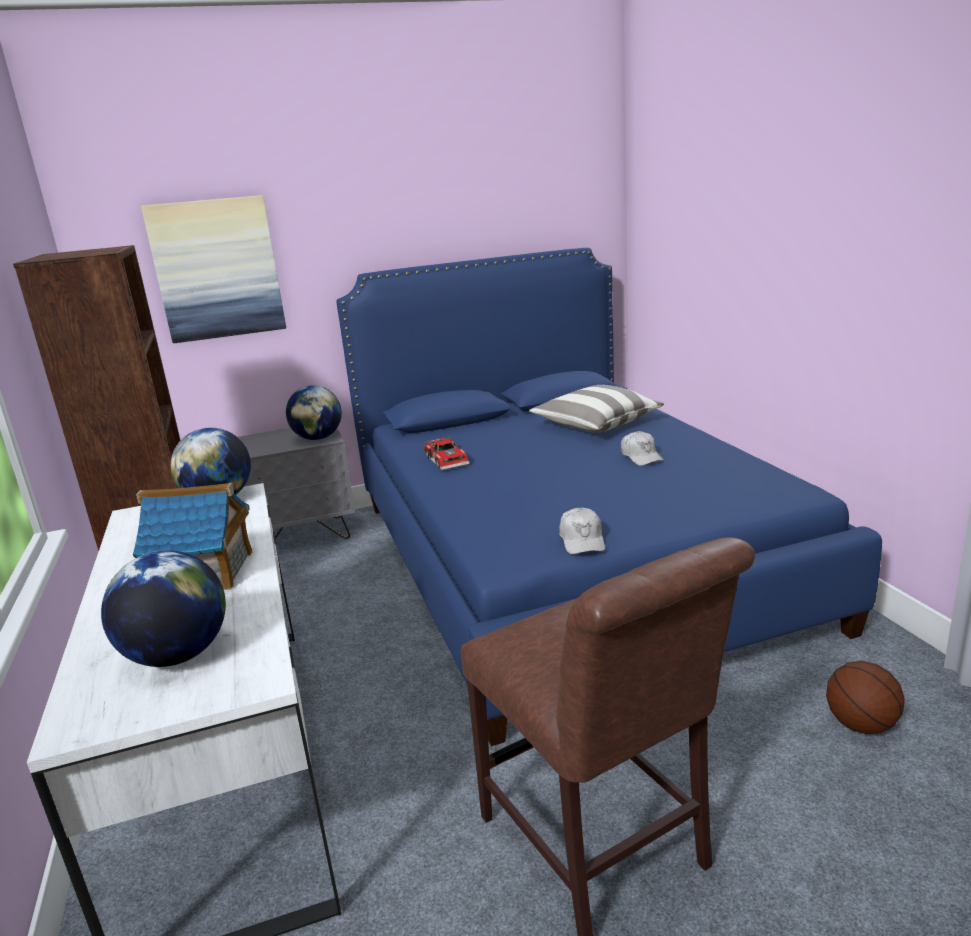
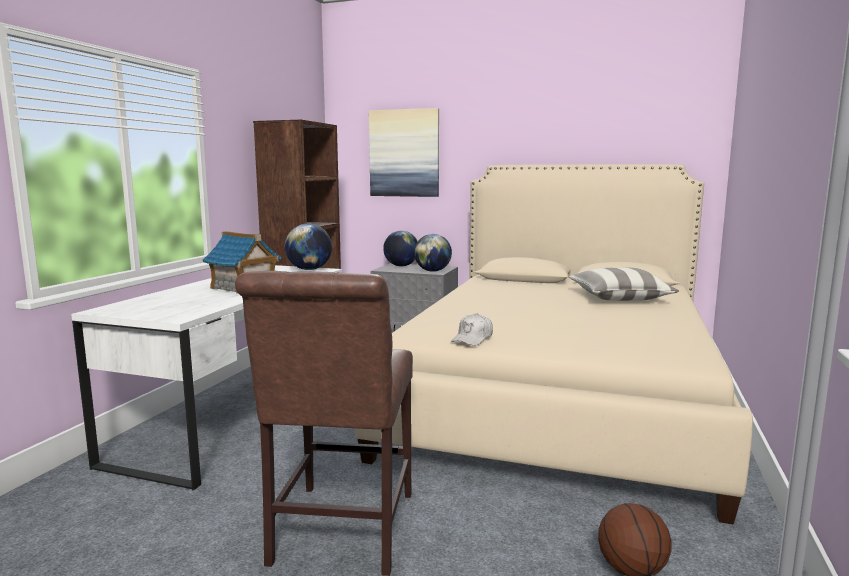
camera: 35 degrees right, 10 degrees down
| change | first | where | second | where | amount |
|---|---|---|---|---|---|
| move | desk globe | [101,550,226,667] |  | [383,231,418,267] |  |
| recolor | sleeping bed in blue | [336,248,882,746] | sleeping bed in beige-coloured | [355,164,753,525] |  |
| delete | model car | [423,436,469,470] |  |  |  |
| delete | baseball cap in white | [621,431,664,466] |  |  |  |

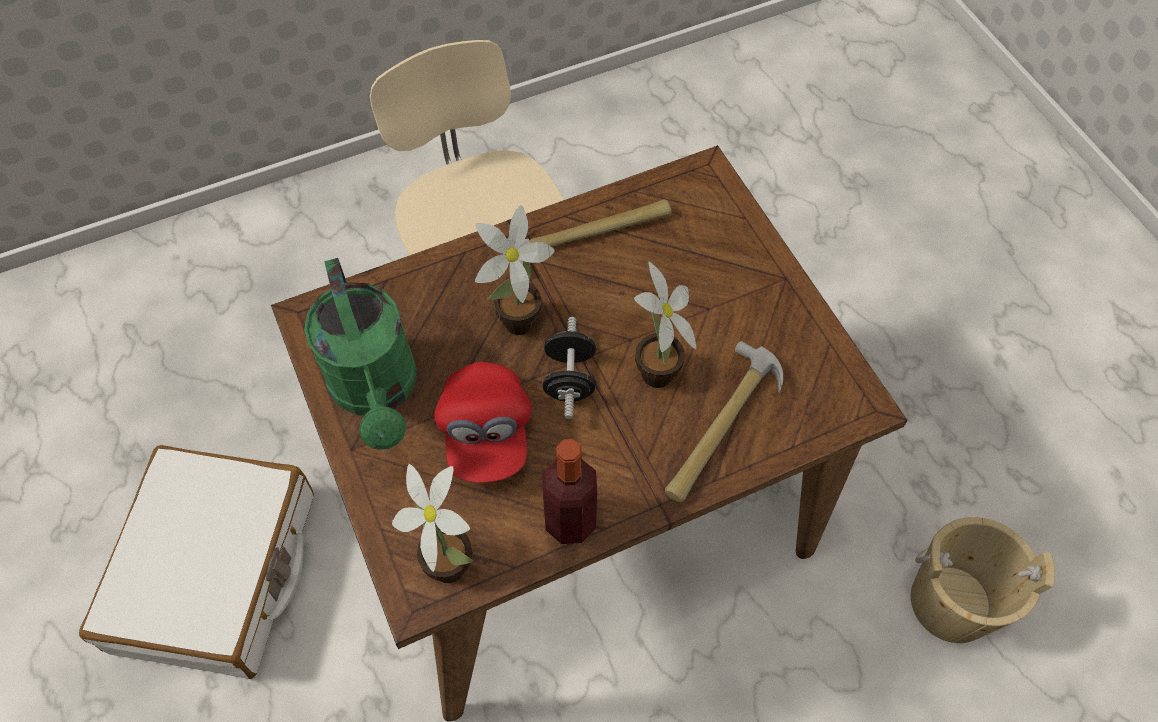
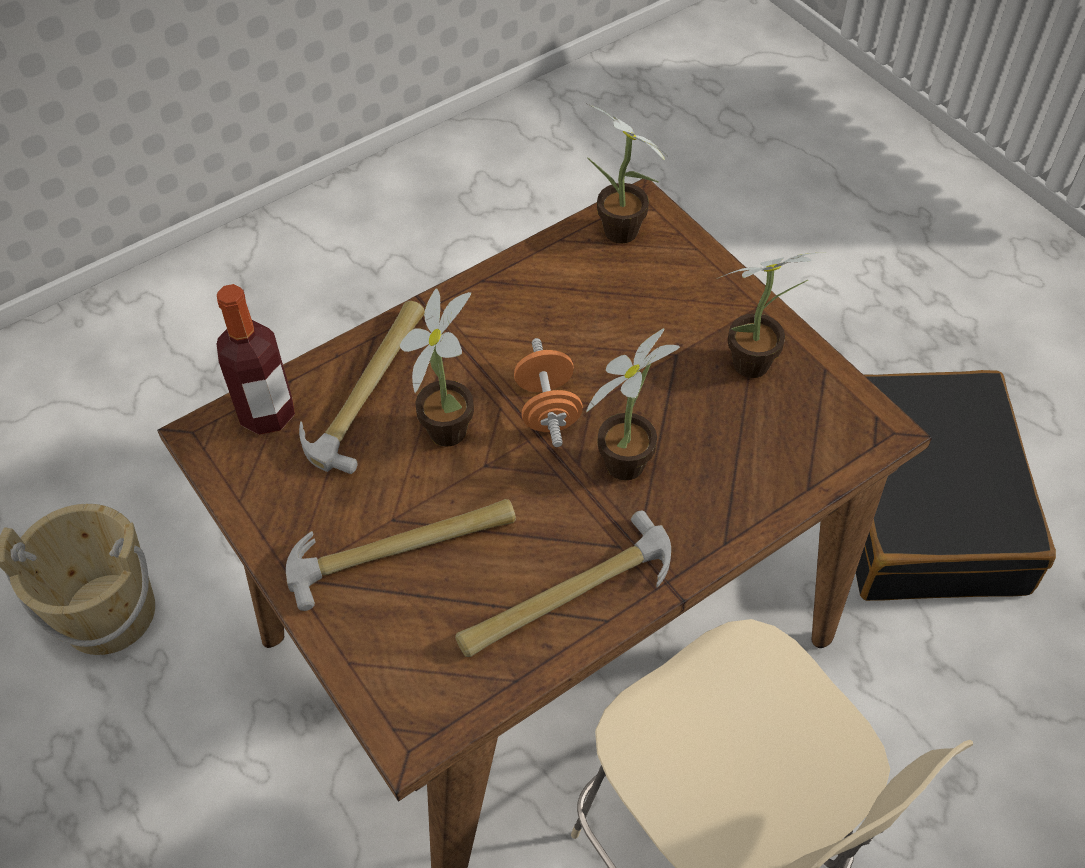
camera: 170 degrees right, 5 degrees down
| change | first | where | second | where | amount |
|---|---|---|---|---|---|
| recolor | travel case in white | [79,445,314,679] | travel case in black | [856,370,1056,601] |  |
| replace | watering pot in greenish | [304,258,417,450] | potted plant | [717,252,827,378] |  |
| delete | baseball cap in red | [434,362,531,483] |  |  |  |
| recolor | free weight in black | [542,317,596,419] | free weight in orange | [514,338,583,447] |  |
| move | beverage bottle | [542,439,597,544] |  | [217,284,295,435] |  |
| insert |  |  | hand hammer | [286,499,516,611] |  |

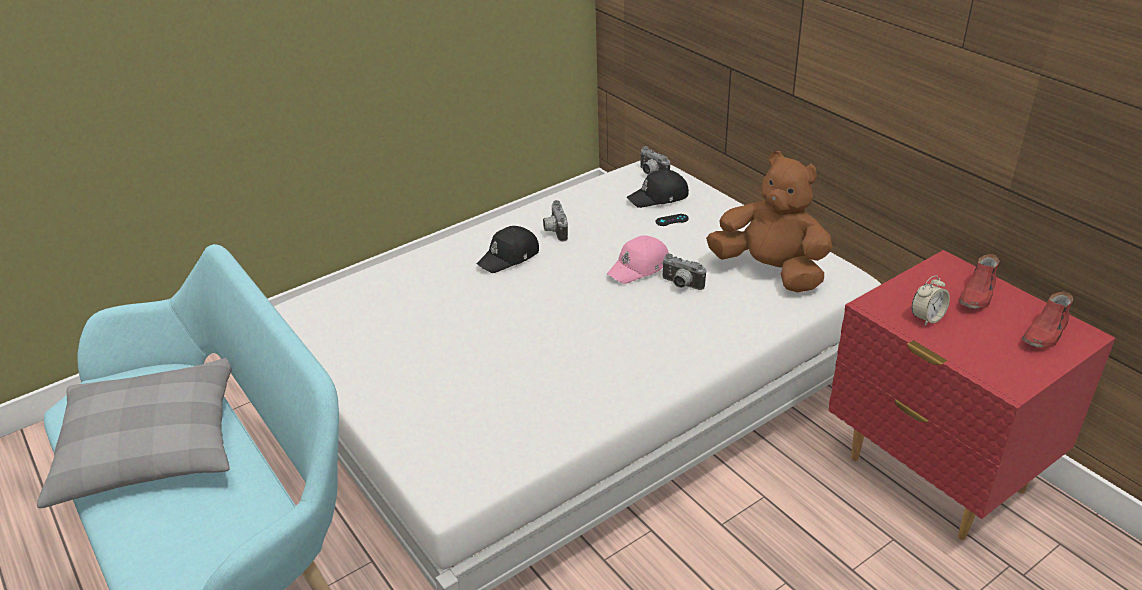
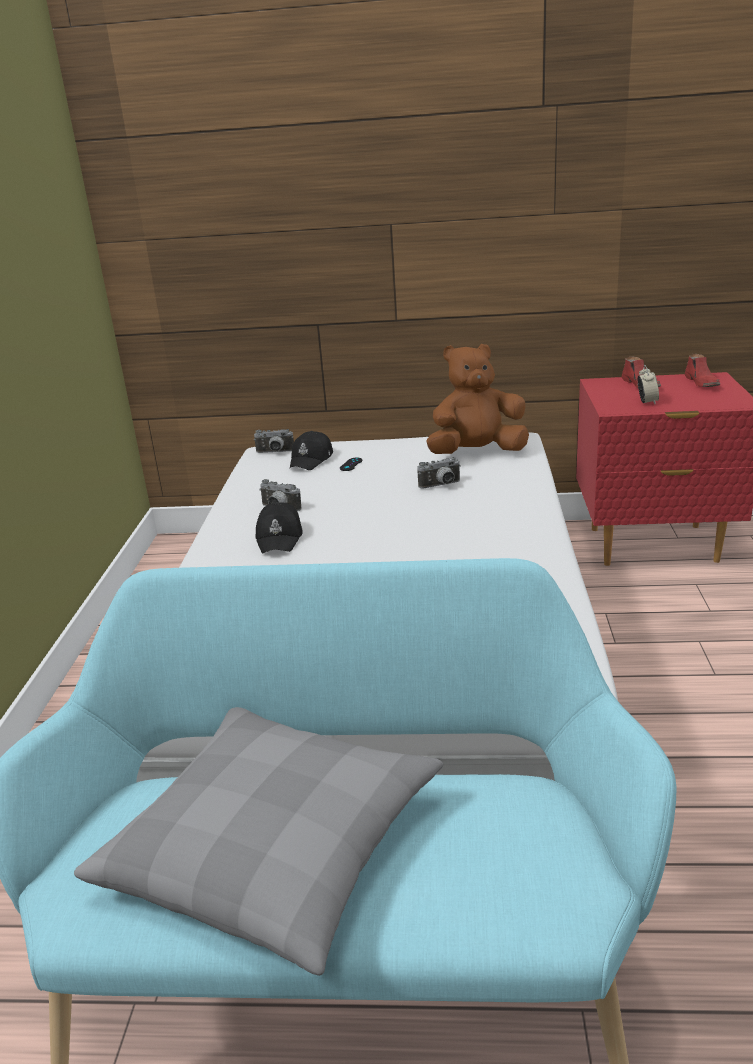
camera: 50 degrees left, 10 degrees down
| change | first | where | second | where | amount |
|---|---|---|---|---|---|
| delete | baseball cap in pink | [607,235,669,284] |  |  |  |

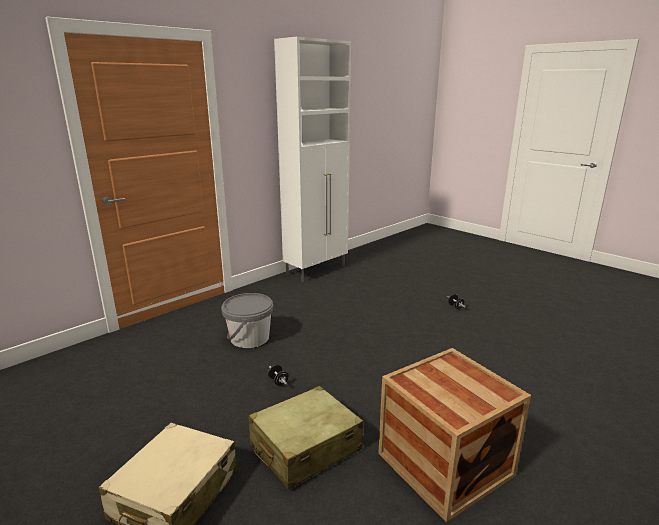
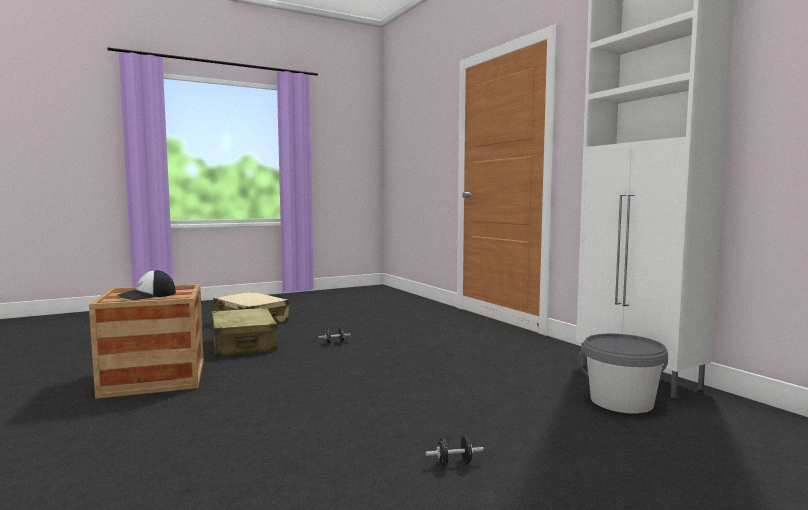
camera: 105 degrees right, 15 degrees down
| change | first | where | second | where | amount |
|---|---|---|---|---|---|
| move | bucket in greyish | [221,293,274,348] |  | [578,334,668,414] |  |
| insert |  |  | baseball cap | [117,270,176,300] |  |

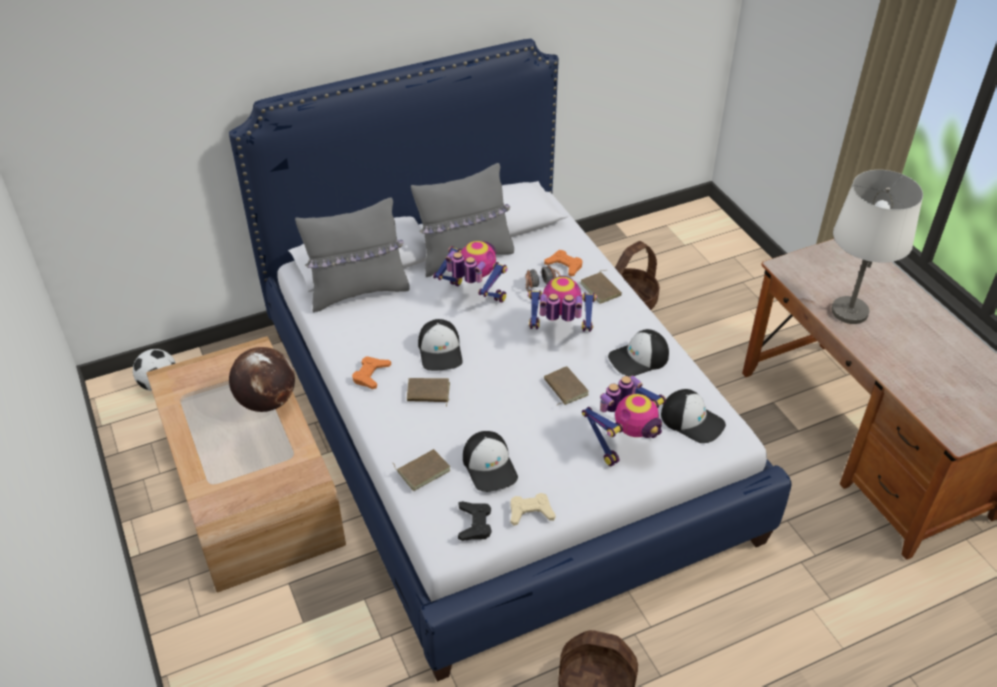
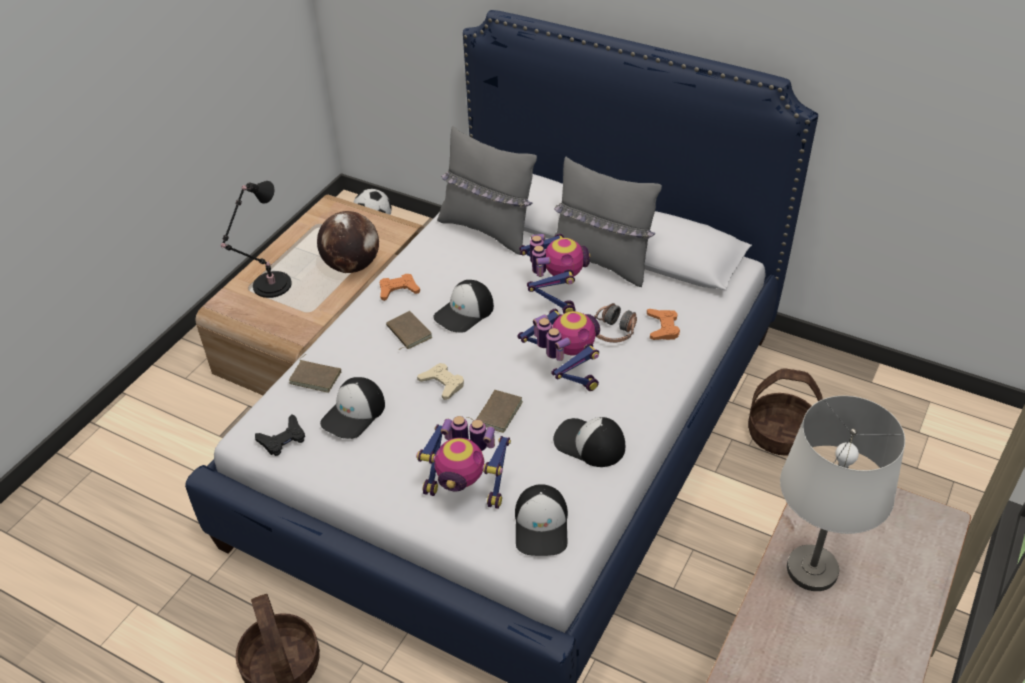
camera: 55 degrees right, 0 degrees up
| change | first | where | second | where | amount |
|---|---|---|---|---|---|
| move | gamepad in beige-coloured | [511,493,556,526] |  | [417,363,464,400] |  |
| delete | volume in brownish | [580,270,622,304] |  |  |  |
| insert |  |  | table lamp in black | [221,181,292,298] |  |

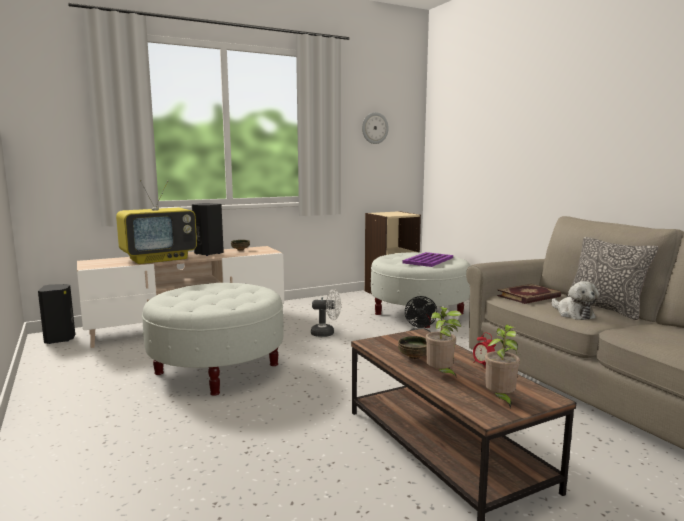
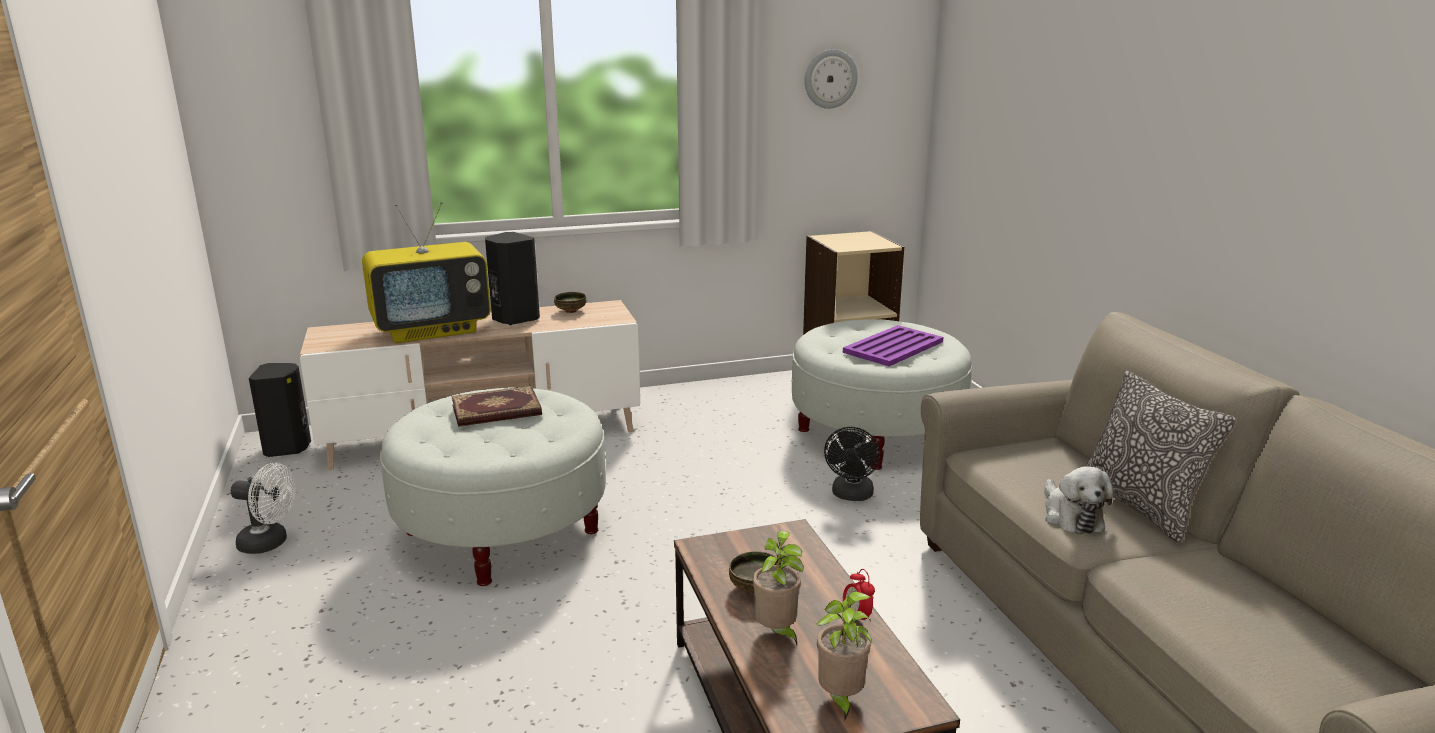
camera: 10 degrees right, 10 degrees up
| change | first | where | second | where | amount |
|---|---|---|---|---|---|
| move | cooling fan in white | [311,289,341,337] |  | [231,463,295,554] |  |
| move | volume | [497,284,561,304] |  | [452,386,542,427] |  |

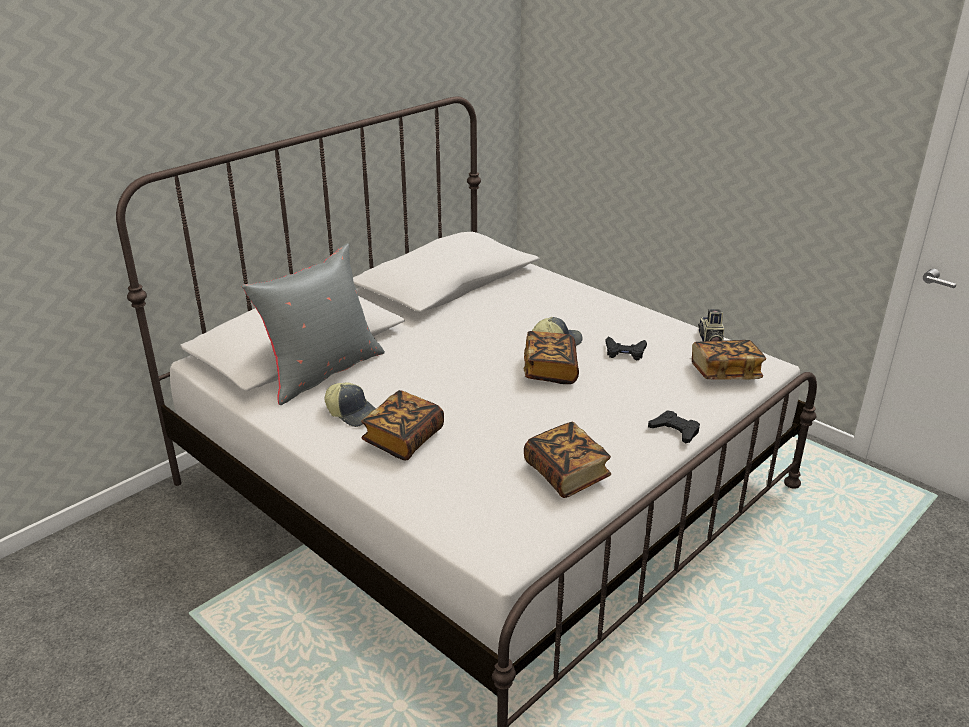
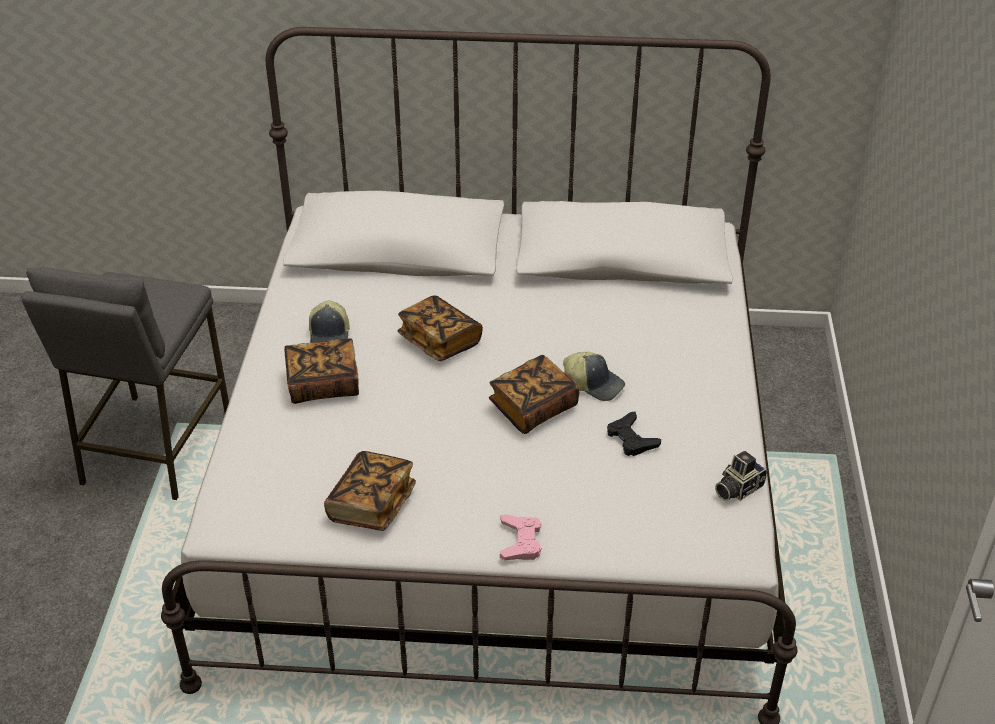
camera: 50 degrees right, 10 degrees up
| change | first | where | second | where | amount |
|---|---|---|---|---|---|
| delete | throw pillow in greyish | [242,243,385,405] |  |  |  |
| recolor | gamepad in black | [648,411,700,443] | gamepad in pink | [500,514,541,560] |  |
| move | volume | [692,340,766,380] |  | [398,295,483,361] |  |
| insert |  |  | stool seat in greyish | [22,268,229,500] |  |

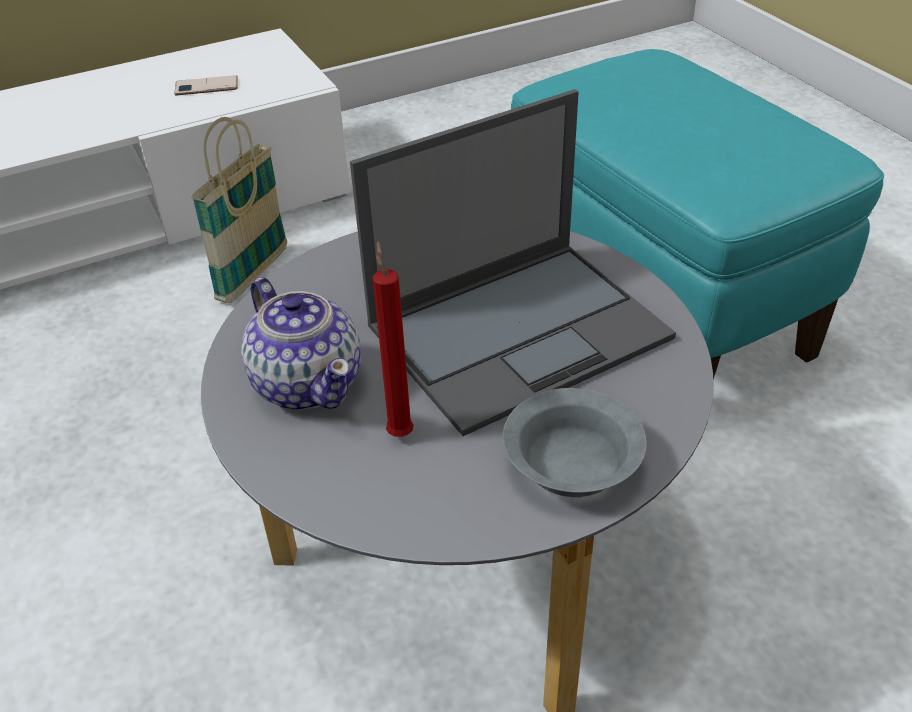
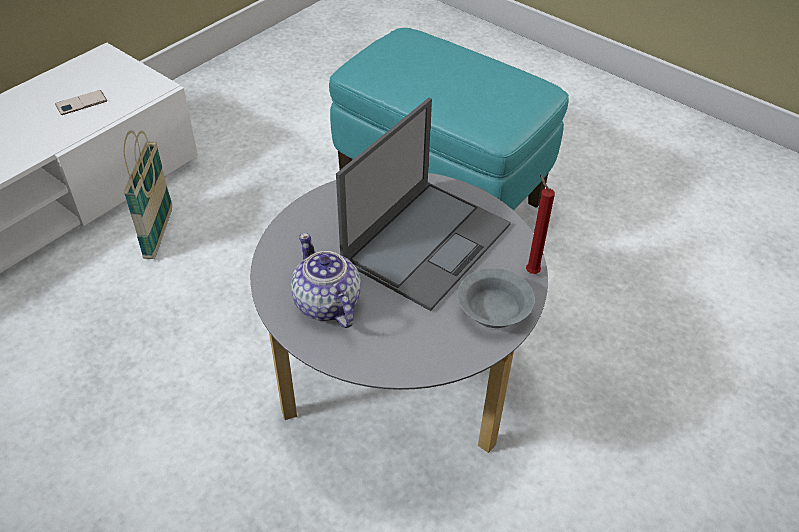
camera: 25 degrees left, 5 degrees up
| change | first | where | second | where | amount |
|---|---|---|---|---|---|
| rotate | pot for tea | [241,278,361,410] |  | [291,233,361,328] | 150 degrees counterclockwise |
| move | wax light in red | [373,241,414,437] |  | [526,175,555,274] |  |

